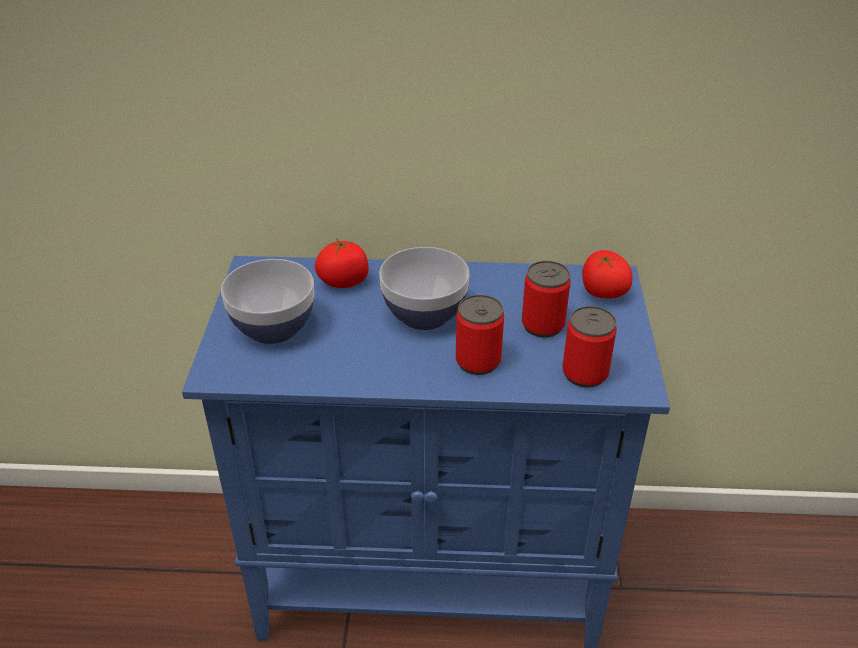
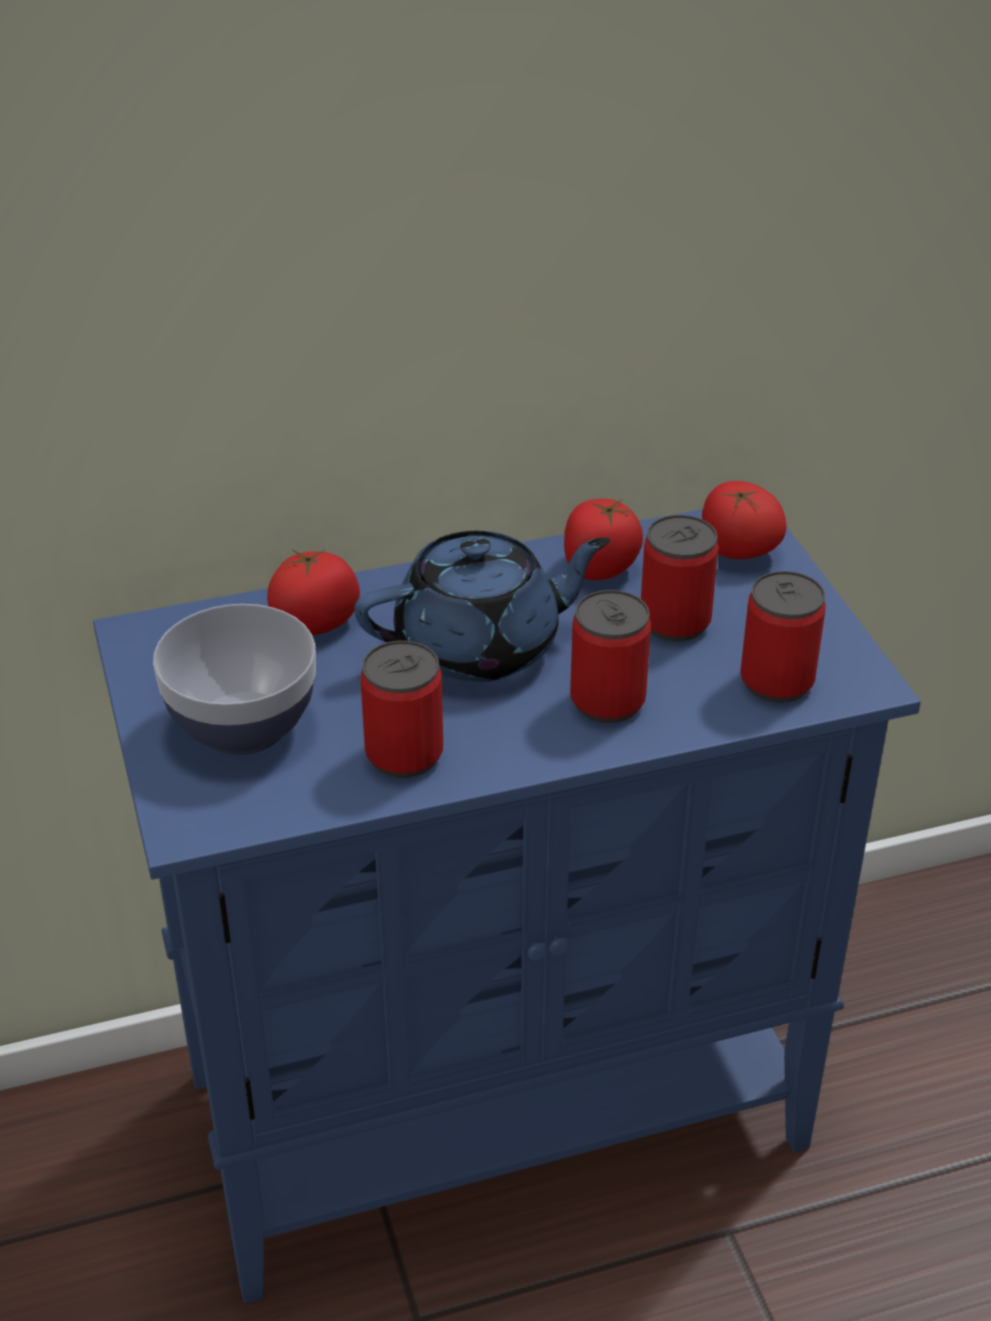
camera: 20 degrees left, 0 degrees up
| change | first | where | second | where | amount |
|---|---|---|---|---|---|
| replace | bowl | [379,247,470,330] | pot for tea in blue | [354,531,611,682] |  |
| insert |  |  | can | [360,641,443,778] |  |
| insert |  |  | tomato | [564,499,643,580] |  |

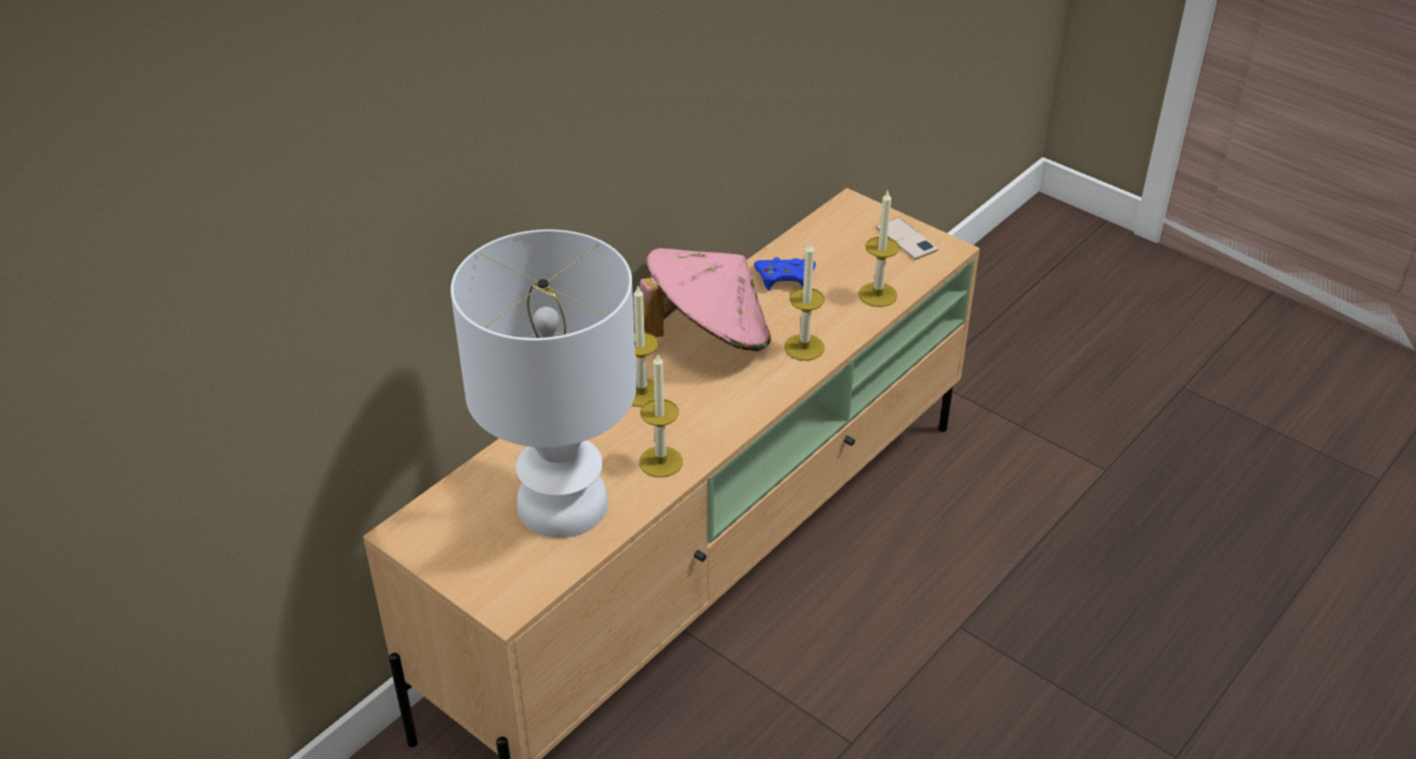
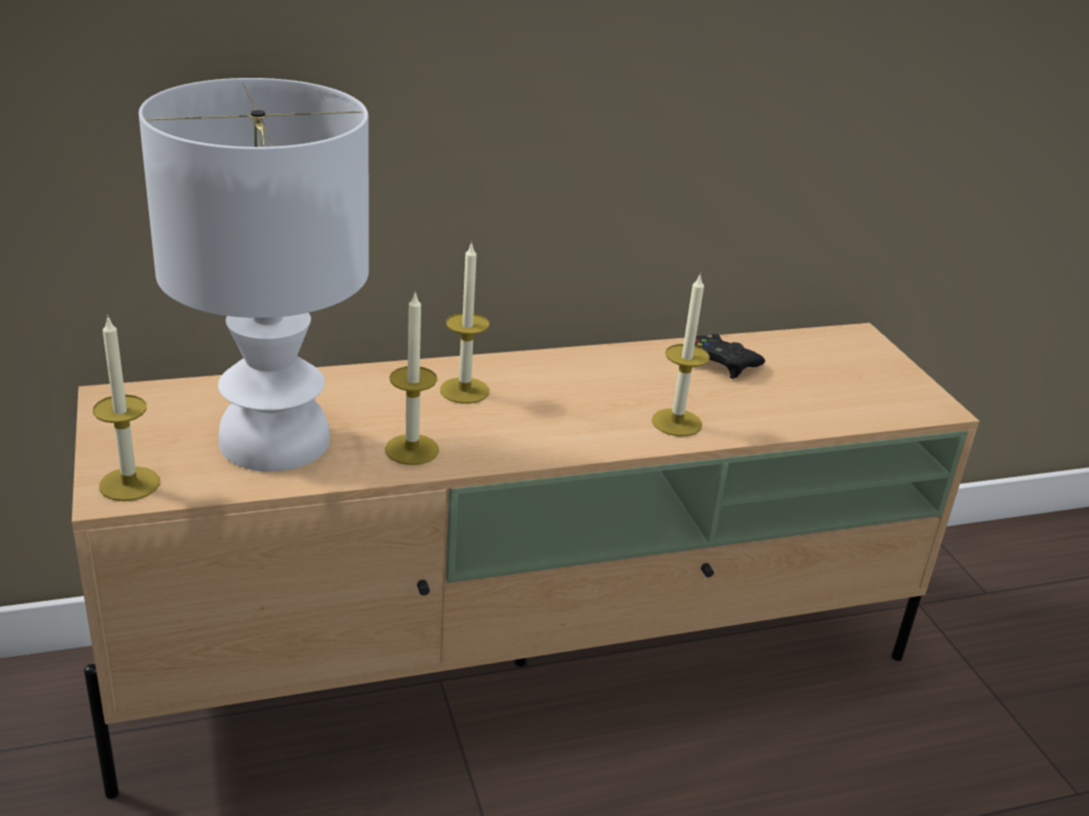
camera: 30 degrees right, 10 degrees down
| change | first | where | second | where | amount |
|---|---|---|---|---|---|
| delete | clothing hat in pink | [639,248,771,351] |  |  |  |
| recolor | gamepad in blue | [754,257,816,290] | gamepad in black | [695,334,765,379] |  |
| move | wax light | [858,189,899,307] |  | [93,315,160,501] |  |
| delete | telephone | [876,217,938,260] |  |  |  |

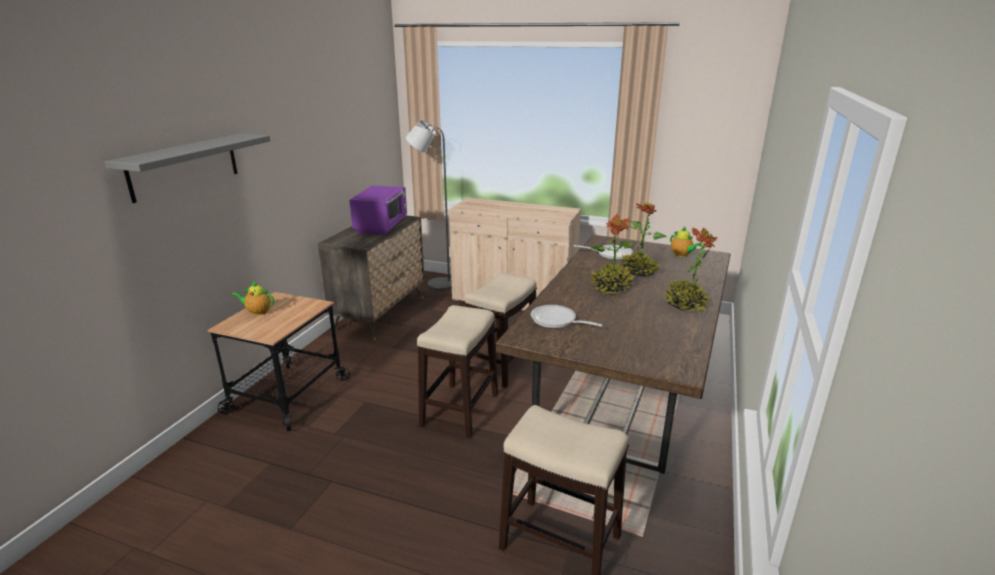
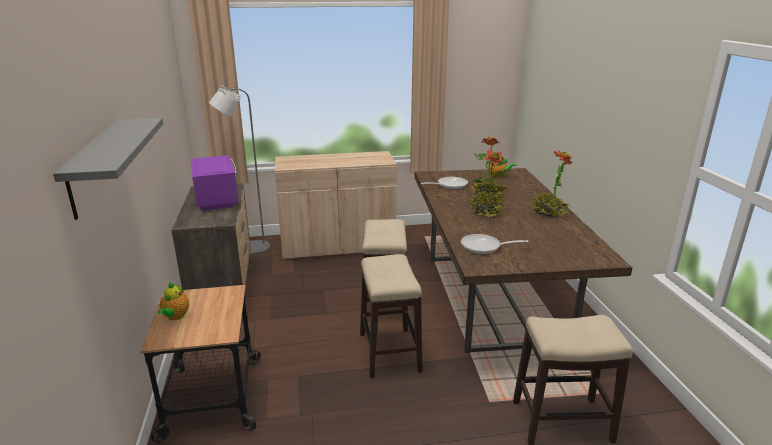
camera: 30 degrees left, 0 degrees up
| change | first | where | second | where | amount |
|---|---|---|---|---|---|
| rotate | pot for tea | [232,281,274,316] |  | [158,283,189,320] | 60 degrees counterclockwise |

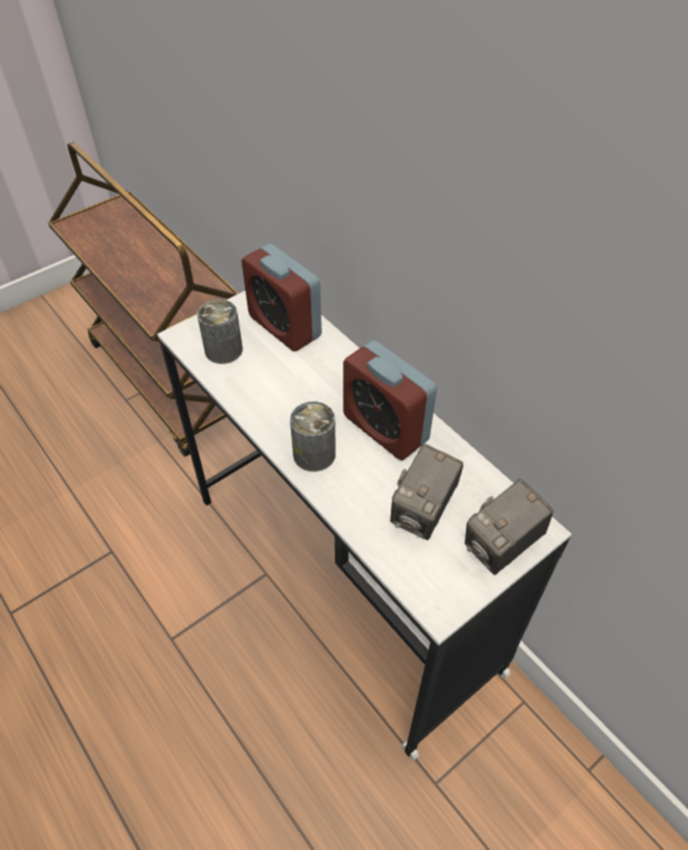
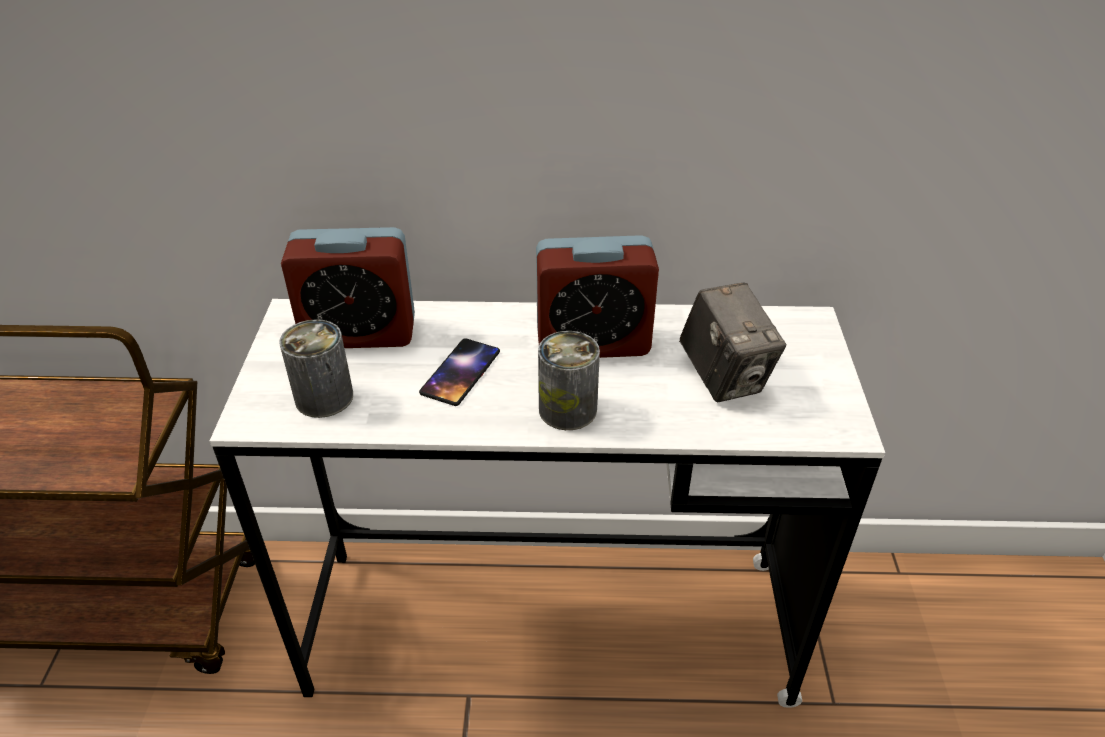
camera: 50 degrees left, 10 degrees down
| change | first | where | second | where | amount |
|---|---|---|---|---|---|
| delete | still camera | [465,479,553,575] |  |  |  |
| insert |  |  | telephone | [419,338,500,406] |  |

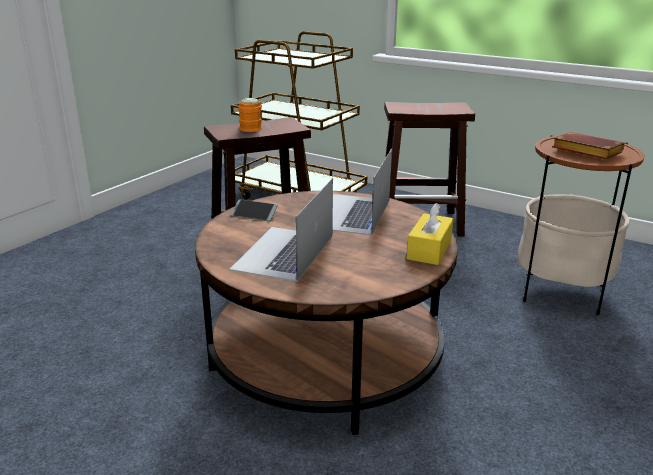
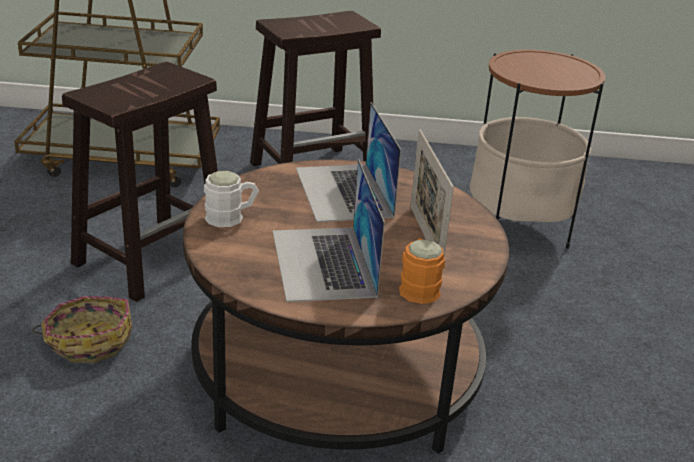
camera: 30 degrees left, 5 degrees up
| change | first | where | second | where | amount |
|---|---|---|---|---|---|
| replace | telephone | [231,199,278,221] | tea mug in white | [204,171,259,227] |  |
| move | tea mug in orange | [238,98,262,132] |  | [399,238,445,304] |  |
| delete | box of tissues in yellow-coloured | [406,203,454,265] |  |  |  |
| delete | volume in brownish | [552,132,625,159] |  |  |  |
| insert |  |  | storage basket | [32,296,132,363] |  |
| insert |  |  | photo frame | [410,130,454,257] |  |

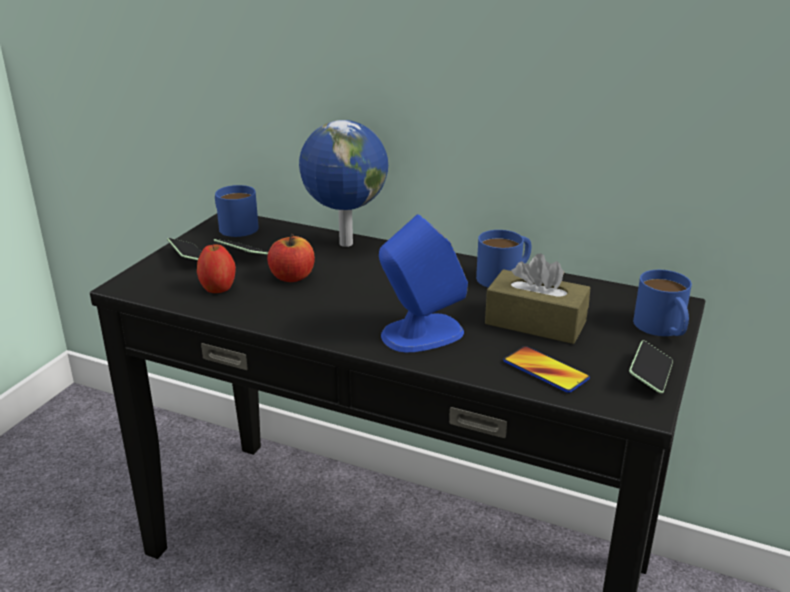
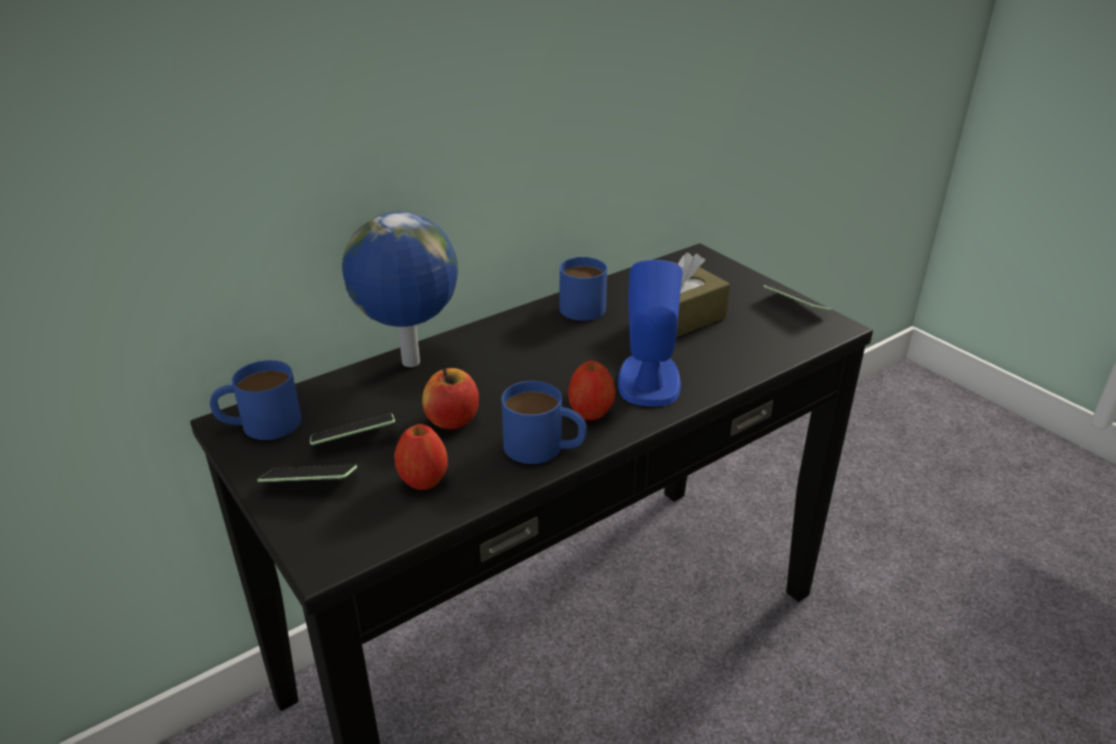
camera: 60 degrees left, 5 degrees up
| change | first | where | second | where | amount |
|---|---|---|---|---|---|
| delete | telephone | [503,346,590,393] |  |  |  |
| move | tea mug in blue | [633,270,692,336] |  | [501,381,587,464] |  |
| insert |  |  | apple | [568,361,615,420] |  |

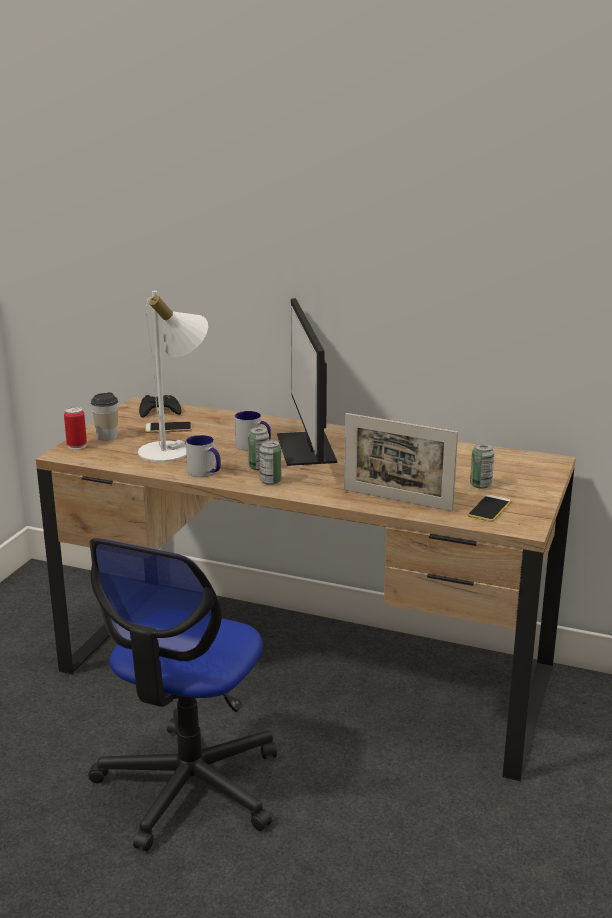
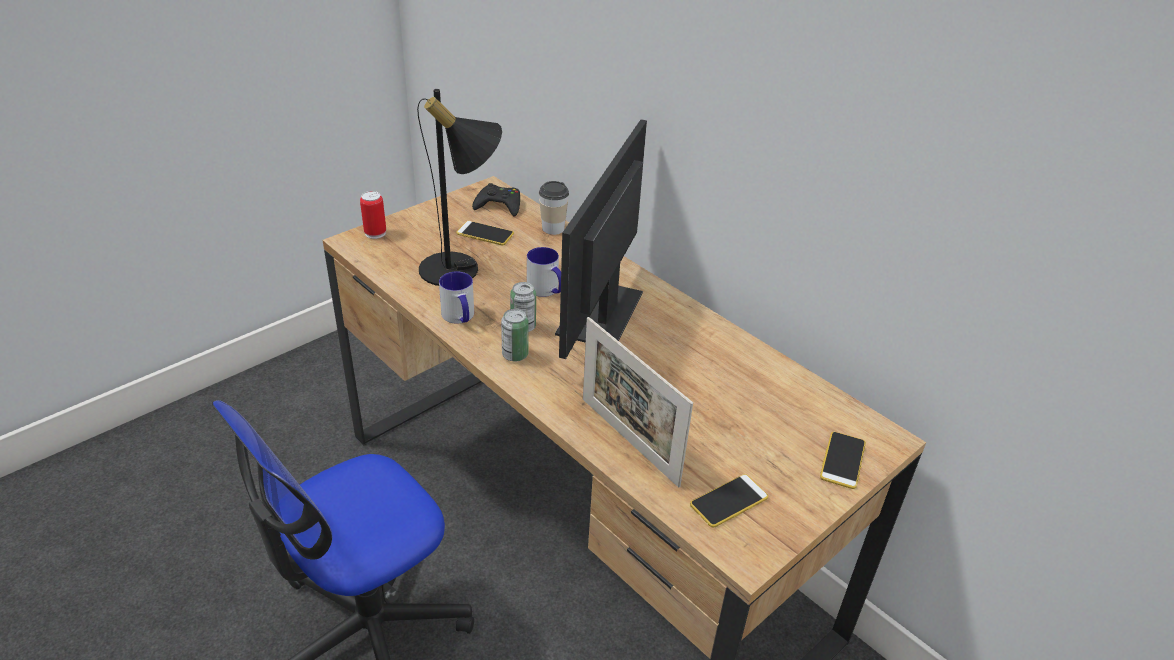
camera: 25 degrees right, 15 degrees up
| change | first | where | second | where | amount |
|---|---|---|---|---|---|
| move | drinking cup | [91,392,118,441] |  | [539,181,569,235] |  |
| recolor | table lamp in white | [138,291,208,462] | table lamp in black | [417,89,502,286] |  |
| delete | can | [470,444,494,489] |  |  |  |
| insert |  |  | telephone | [820,432,866,489] |  |

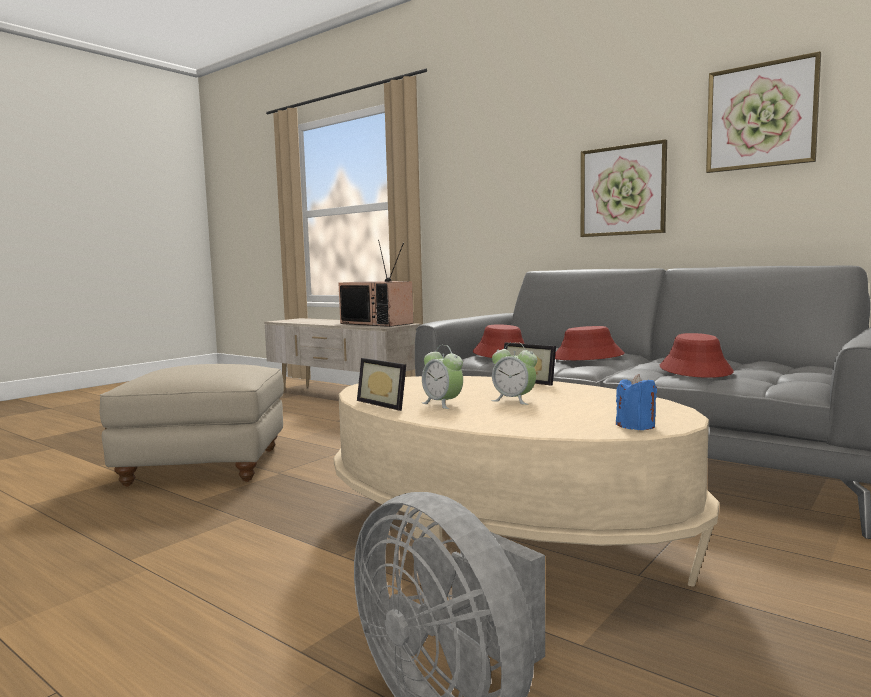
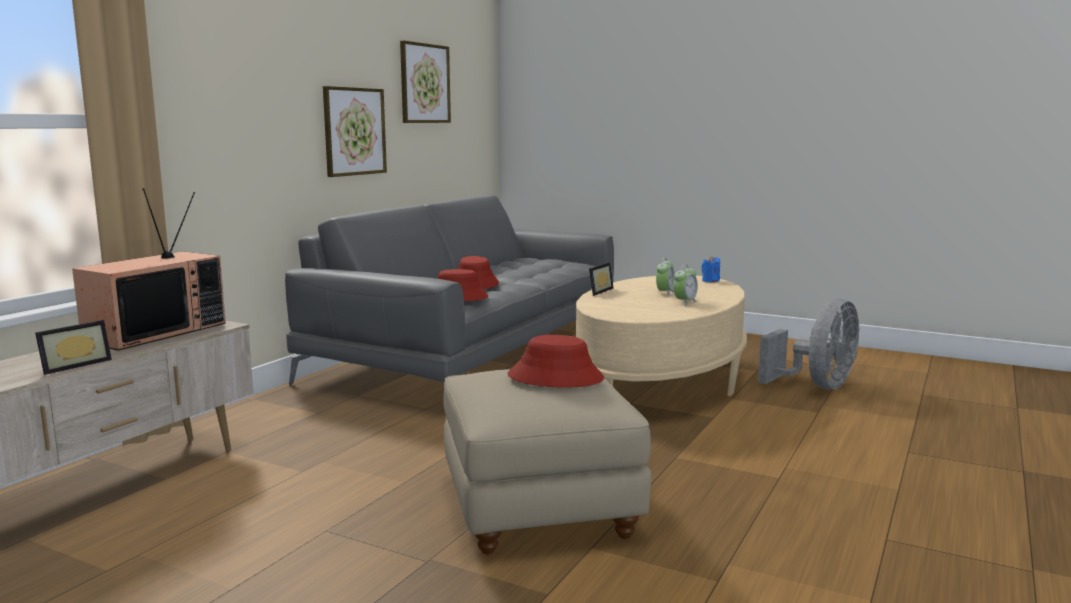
camera: 100 degrees left, 5 degrees up
| change | first | where | second | where | amount |
|---|---|---|---|---|---|
| move | photo frame | [357,358,406,411] |  | [35,320,112,375] |  |
| move | clothing hat in red | [660,333,734,378] |  | [508,335,604,388] |  |

